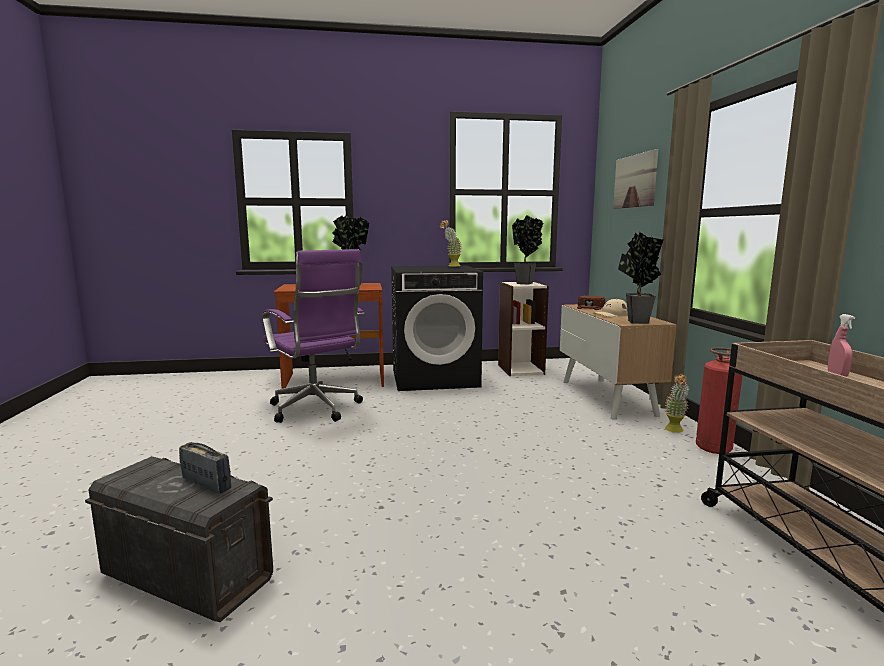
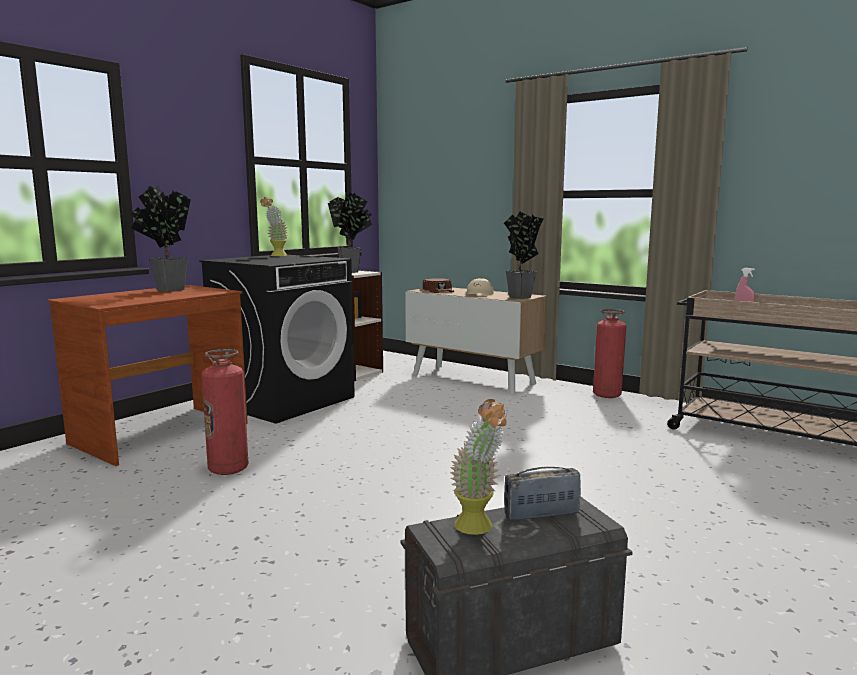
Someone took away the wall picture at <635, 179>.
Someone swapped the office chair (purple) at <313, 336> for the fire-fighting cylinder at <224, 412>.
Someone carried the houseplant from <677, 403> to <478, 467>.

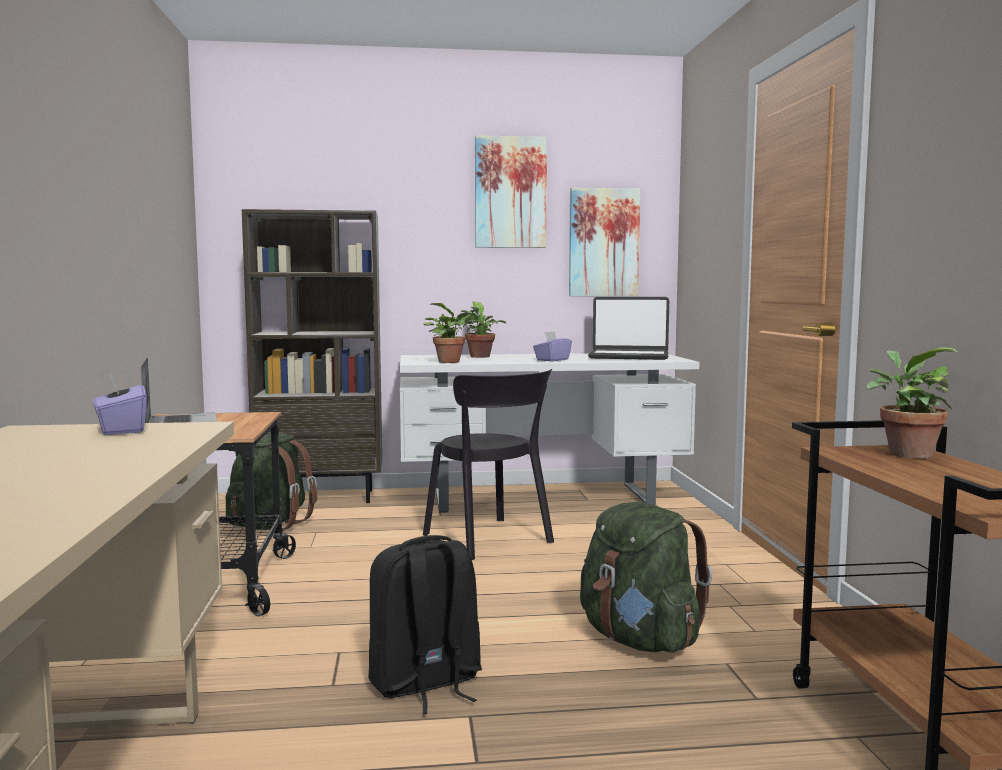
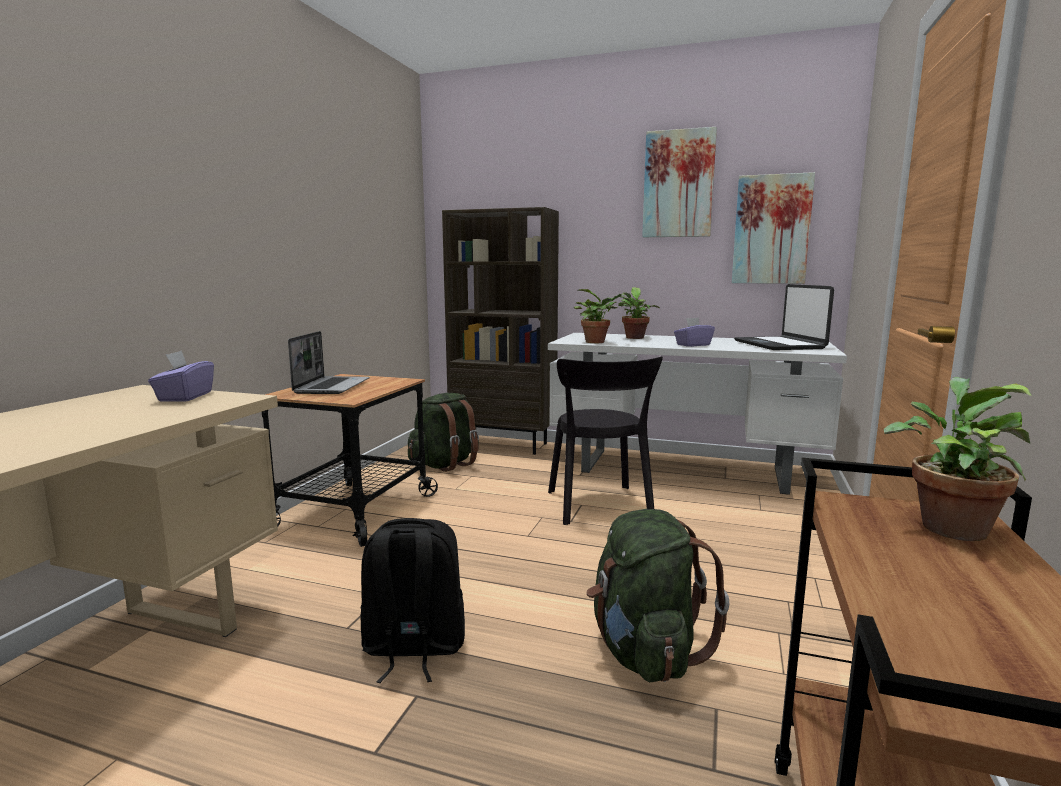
Someone rotated the portable computer at <628, 328> by 45 degrees clockwise.

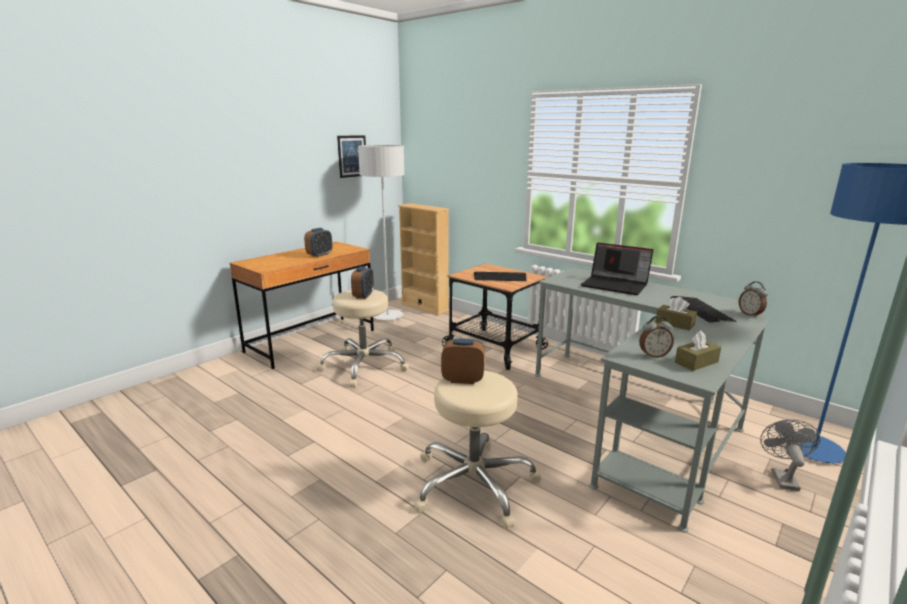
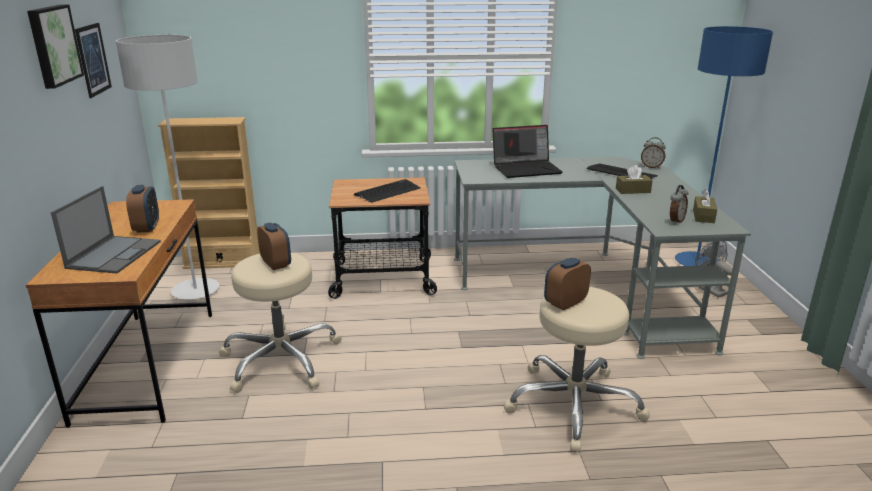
Someone put up the wall picture at <55, 46>.
Someone put down the portable computer at <106, 230>.

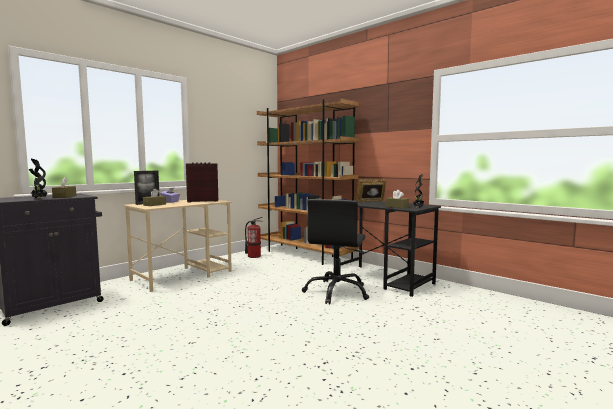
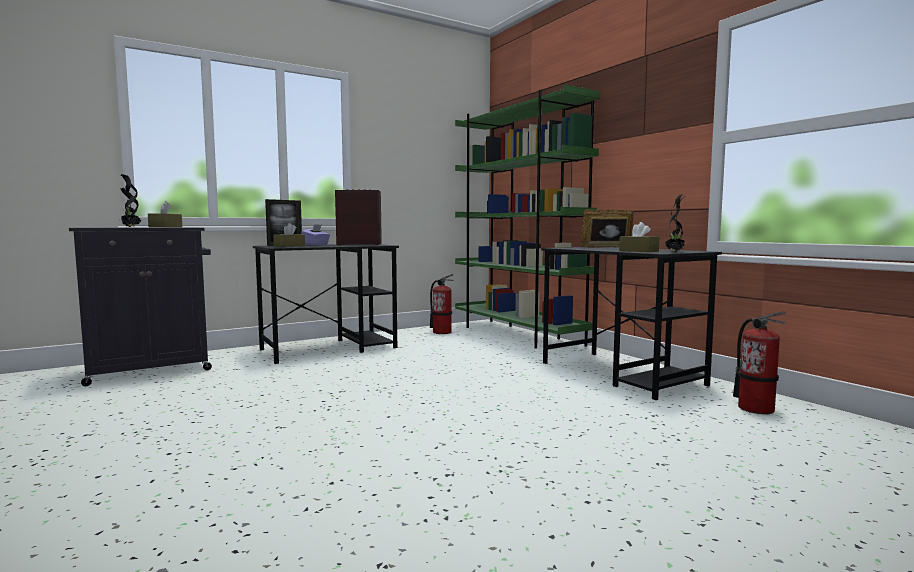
Someone repainted the bookshelf (brownish) at <308, 181>, which became the bookshelf (green-coloured) at <528, 216>.
Someone took away the office chair (black) at <335, 251>.
Someone repainted the desk unit (beige) at <177, 246>, which became the desk unit (black) at <326, 304>.
Someone put down the fire-fighting cylinder at <759, 362>.

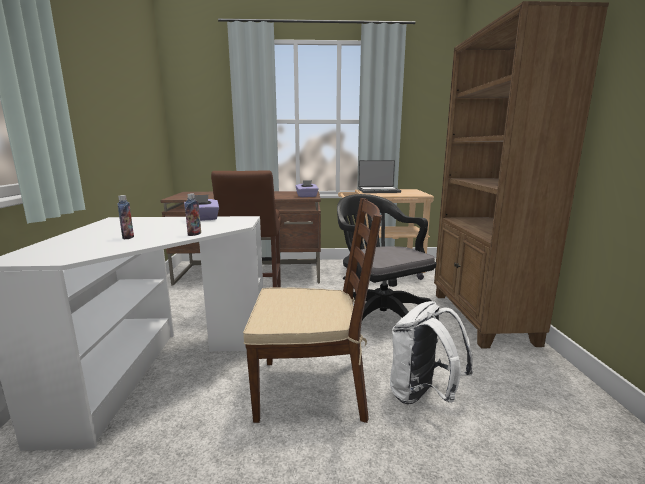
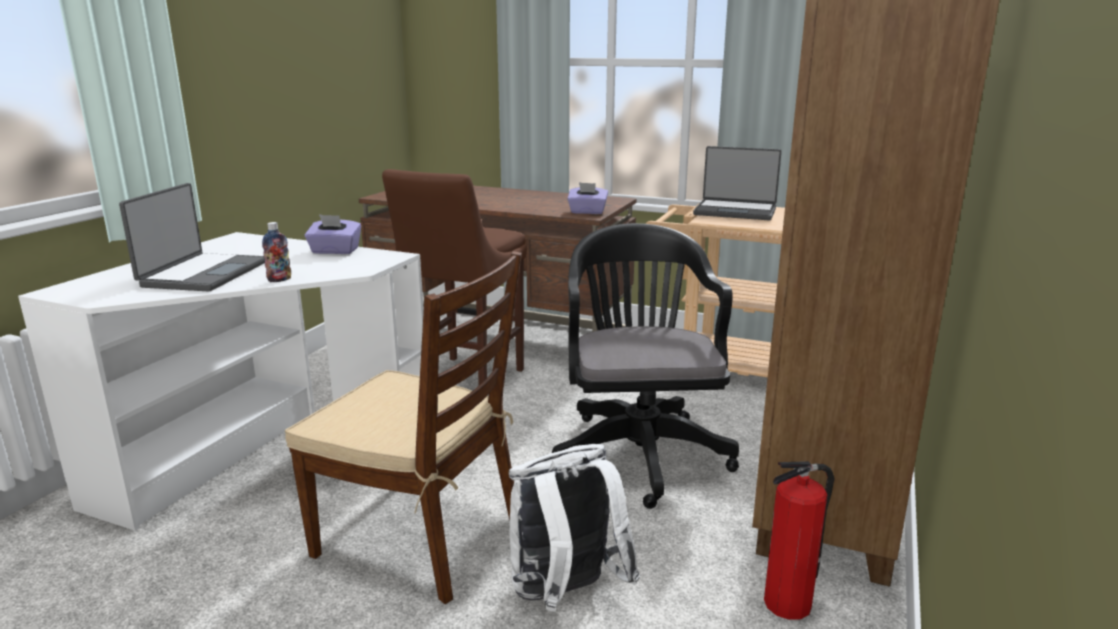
Someone swapped the drink bottle at <125, 217> for the portable computer at <192, 237>.
Someone put down the fire-fighting cylinder at <799, 540>.

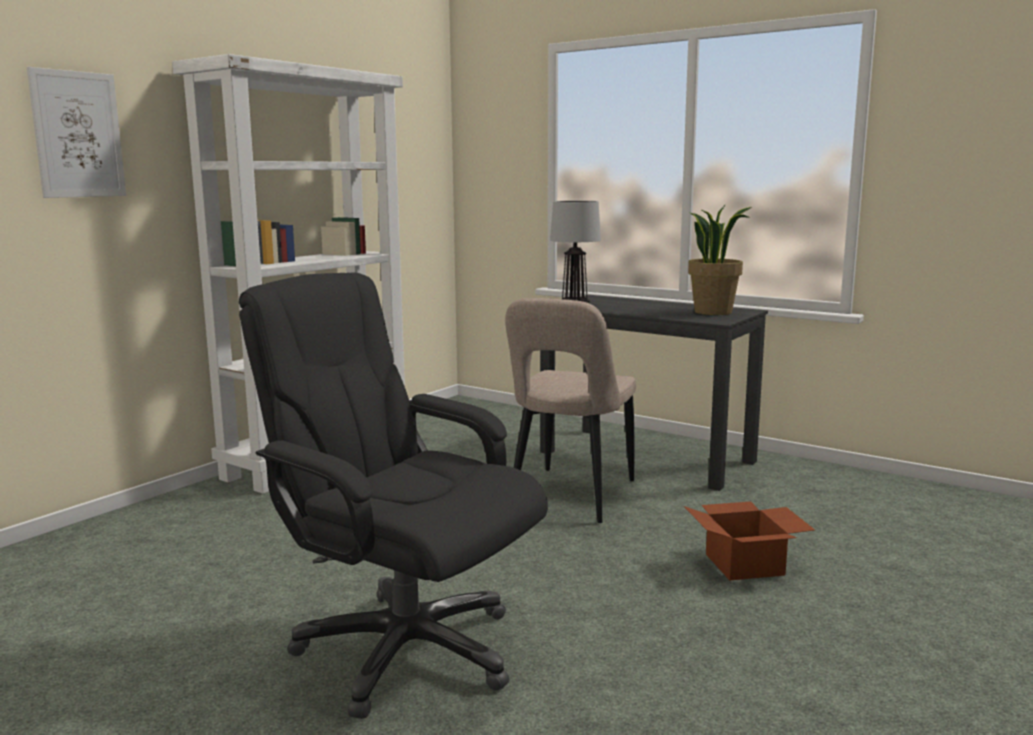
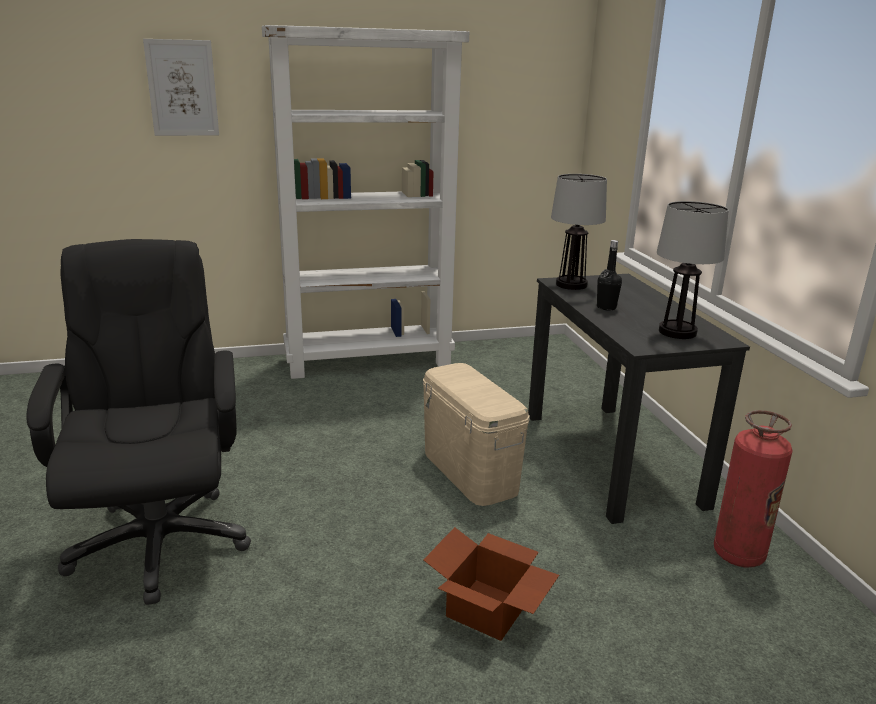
Someone swapped the houseplant at <720, 260> for the tabletop lamp at <693, 270>.
Someone swapped the plain chair (beige) at <570, 410> for the storage box (beige) at <476, 434>.
Someone put down the drink bottle (black) at <609, 275>.
Someone put down the fire-fighting cylinder at <753, 488>.

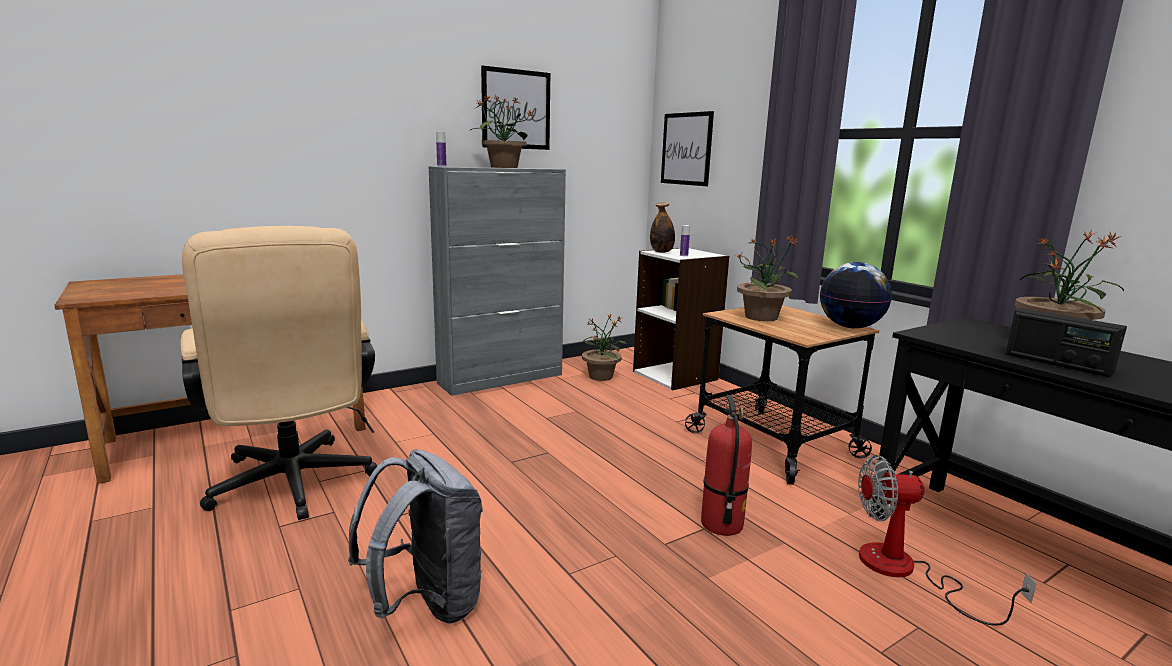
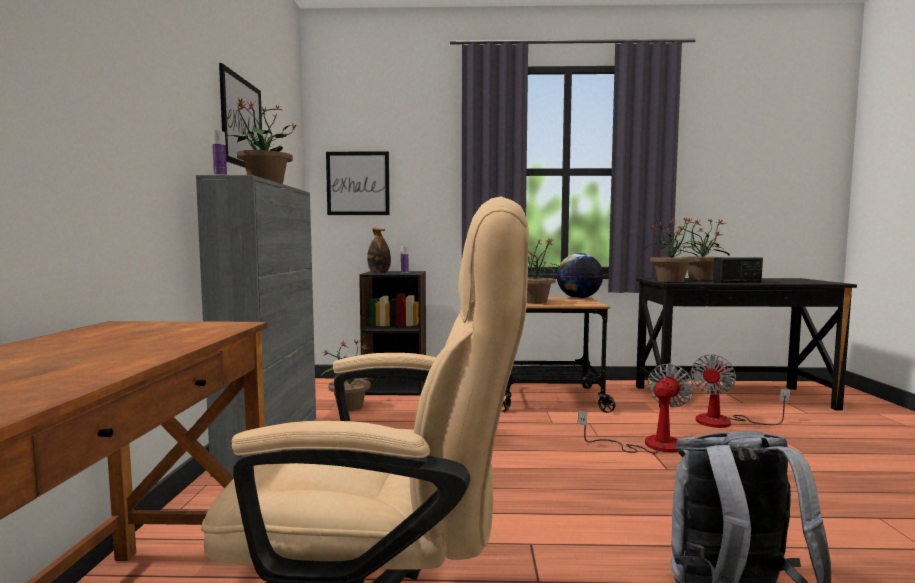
Someone repainted the bookshelf (white) at <681, 319>, which became the bookshelf (black) at <392, 333>.
Someone swapped the fire-fighting cylinder at <726, 465> for the cooling fan at <636, 409>.
Someone put down the houseplant at <672, 250>.

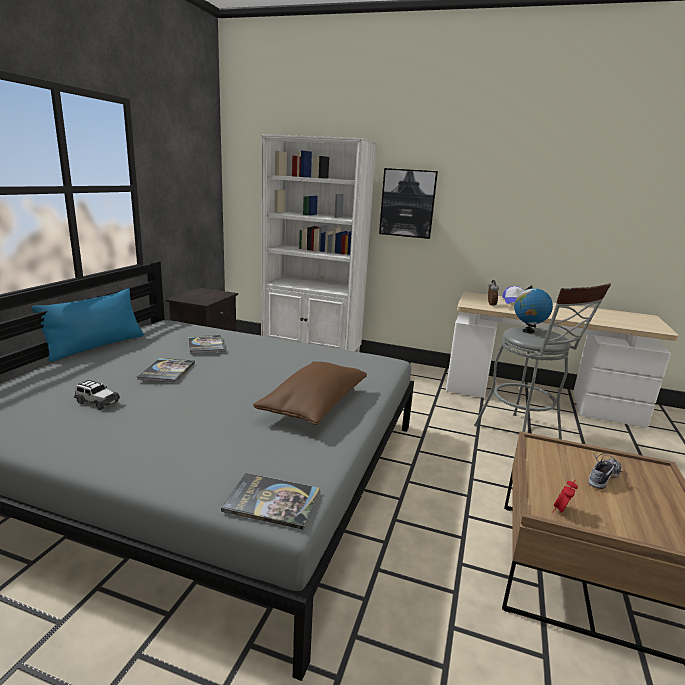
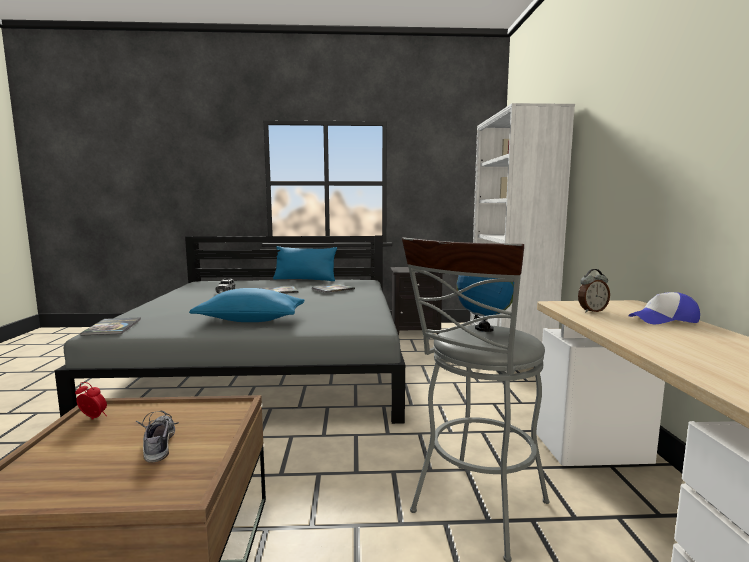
Someone took away the wall picture at <408, 203>.
Someone repainted the throw pillow (brownish) at <310, 393>, which became the throw pillow (blue-coloured) at <247, 305>.
Someone rotated the item of footwear at <605, 471> by 135 degrees counterclockwise.

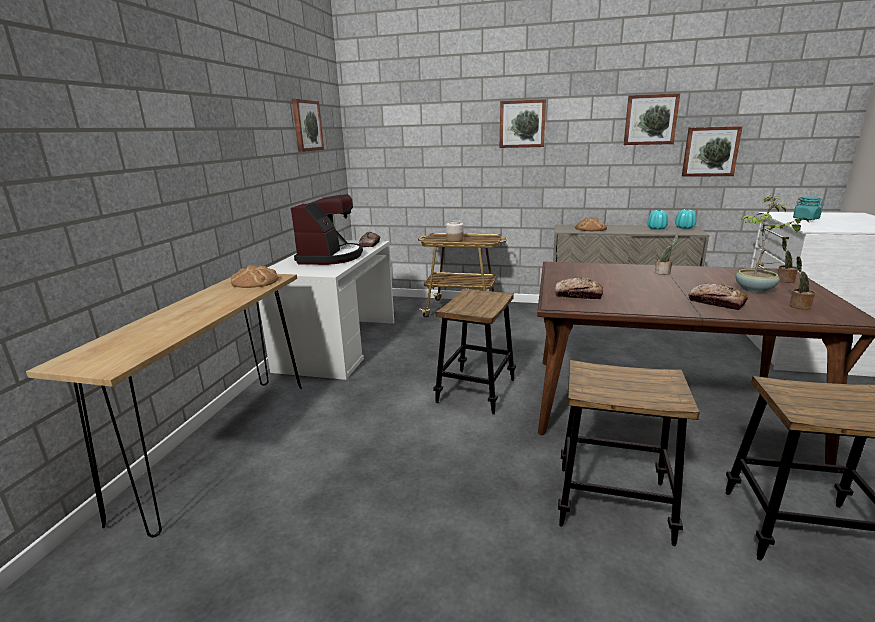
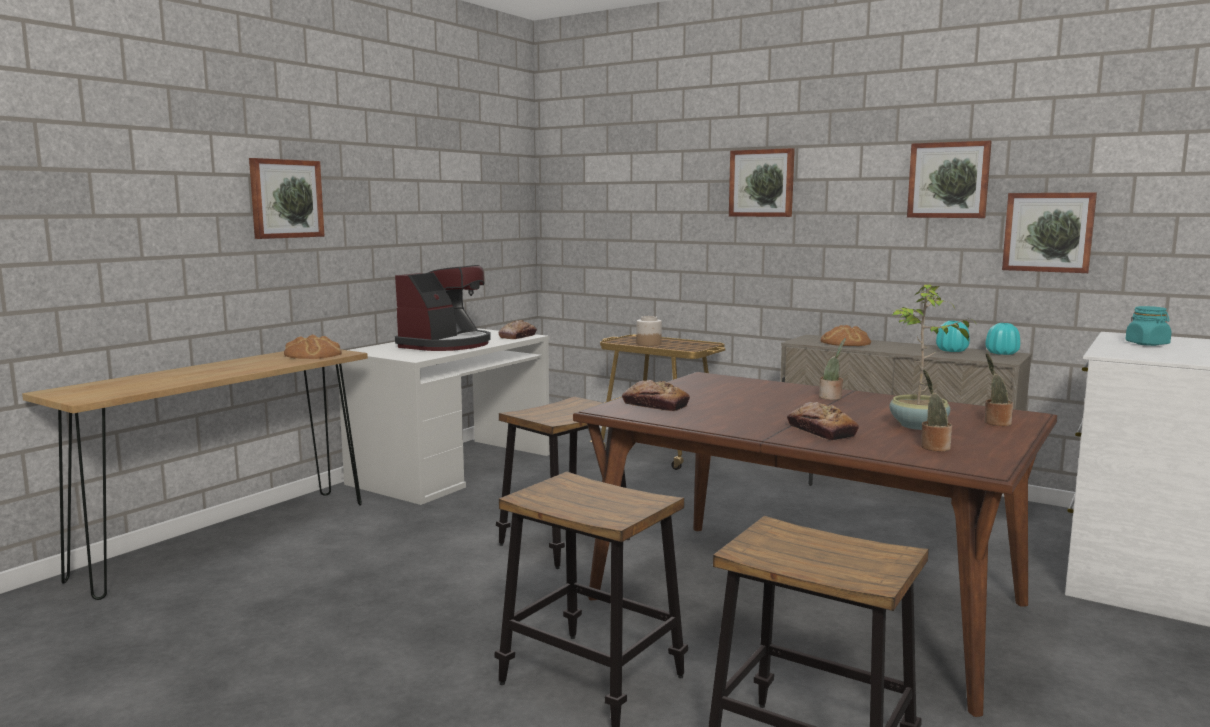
Someone carried the wall picture from <308, 125> to <287, 198>.

